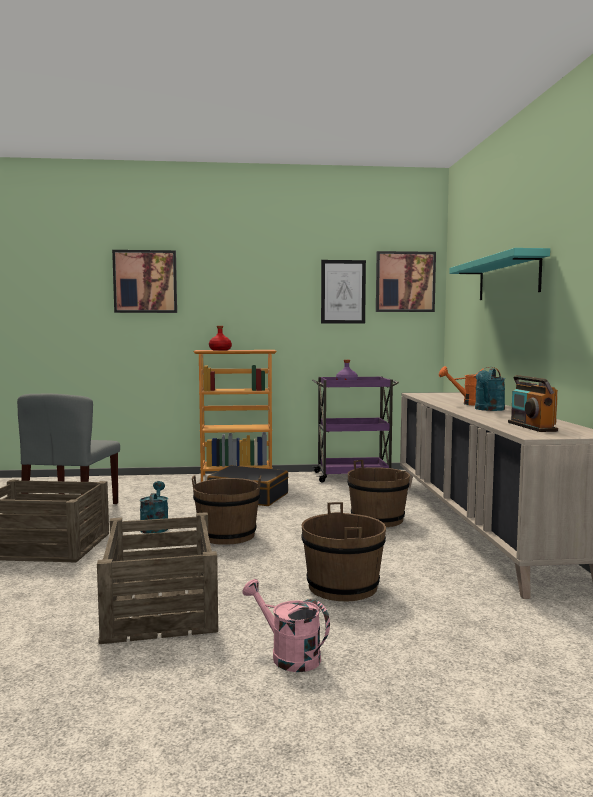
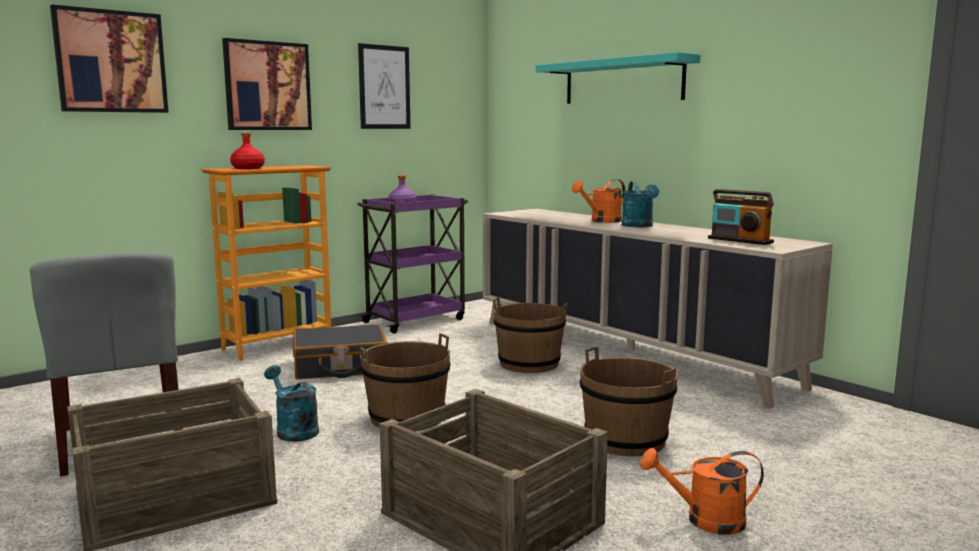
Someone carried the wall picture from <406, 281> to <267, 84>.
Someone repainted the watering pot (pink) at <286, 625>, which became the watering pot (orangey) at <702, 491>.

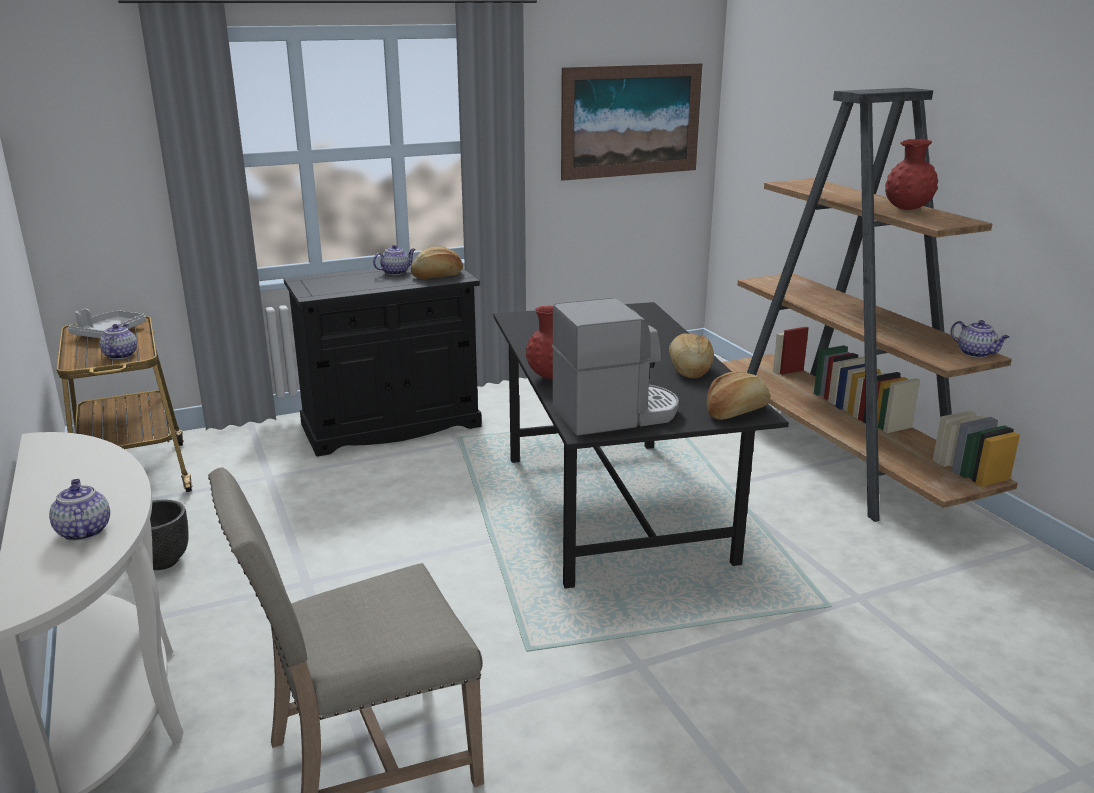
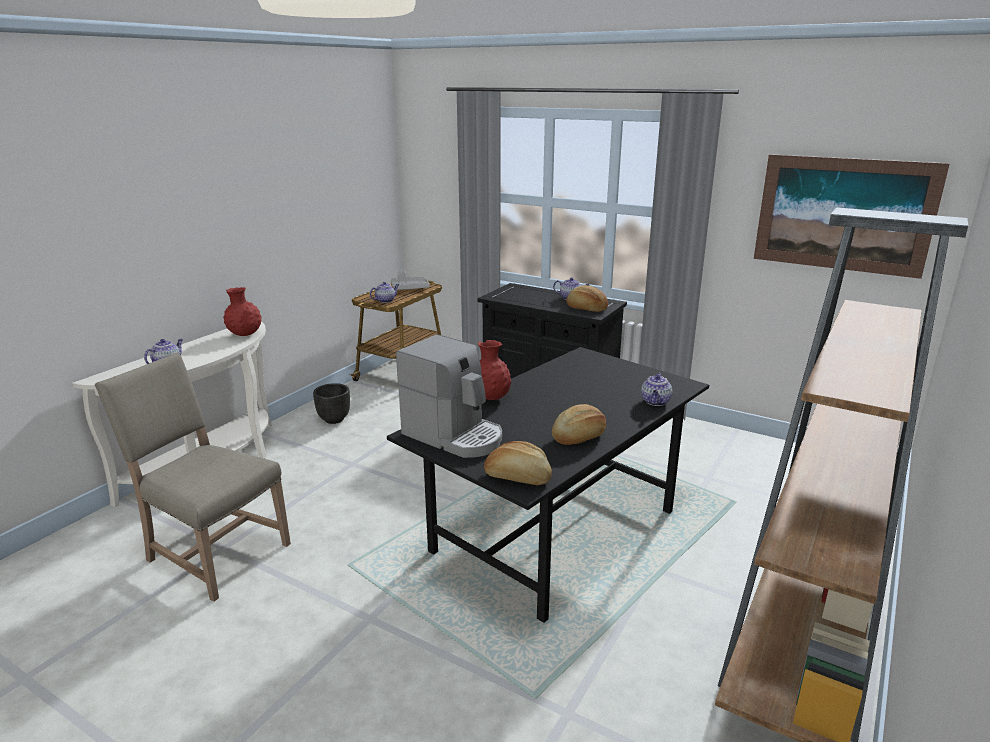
Someone carried the vase (reddish) from <911, 174> to <242, 311>.
Someone carried the teapot from <980, 339> to <656, 389>.

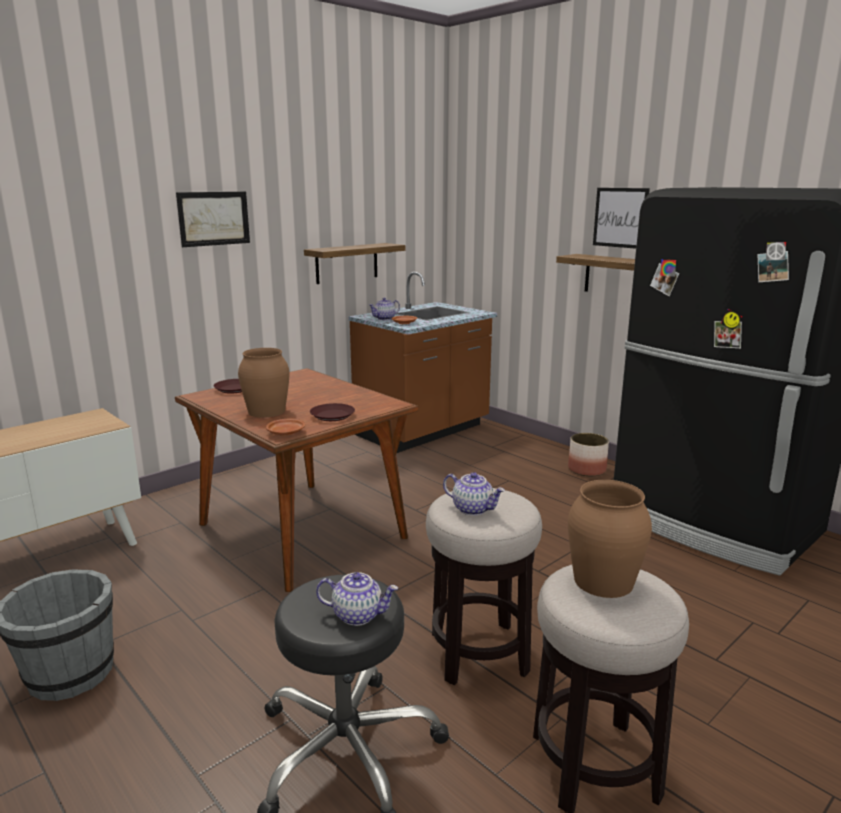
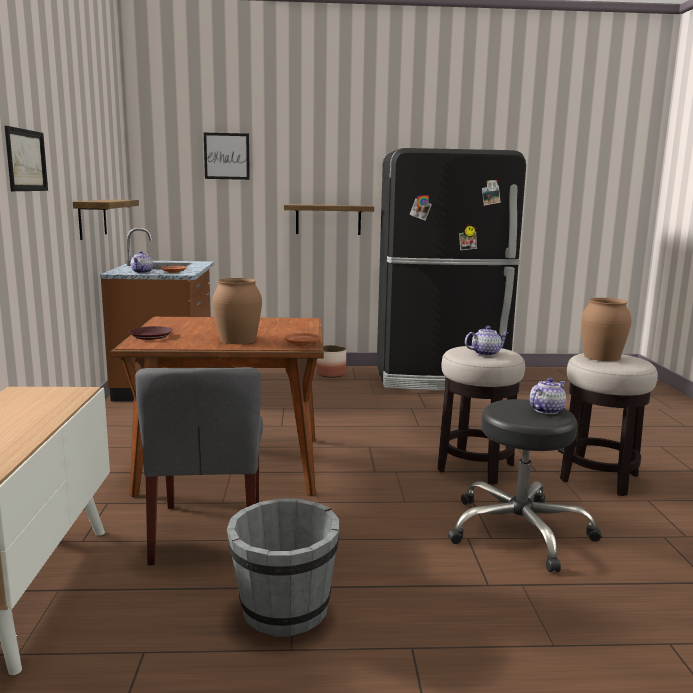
Someone carried the wall picture from <621, 218> to <227, 156>.
Someone took away the plate (brownish) at <332, 412>.
Someone put down the plain chair (grey) at <199, 466>.

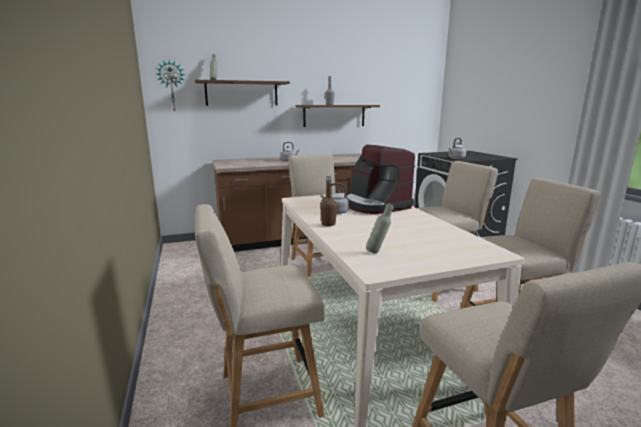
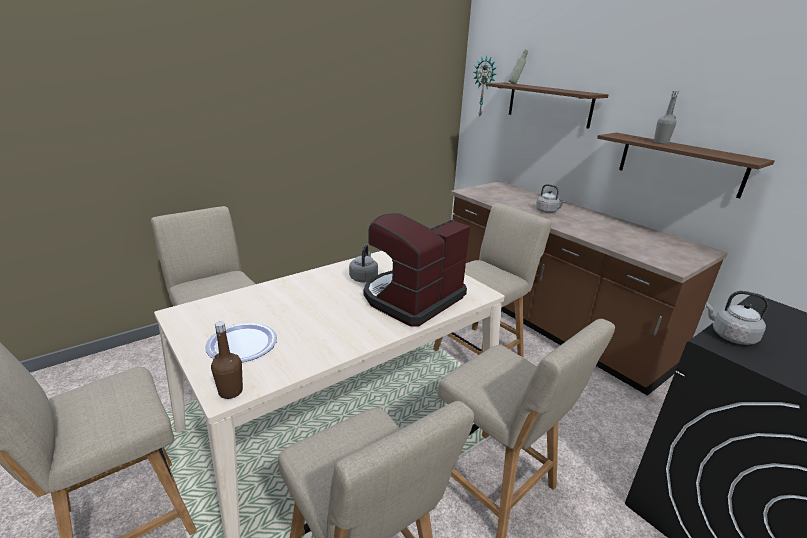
Someone carried the drink bottle (brownish) from <328, 200> to <227, 360>.
Someone took away the drink bottle (grey) at <379, 228>.
Someone put down the plate at <241, 342>.

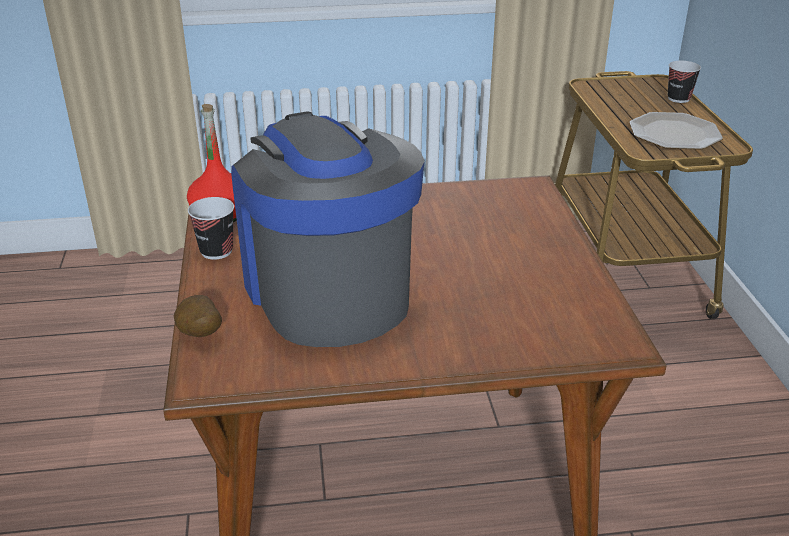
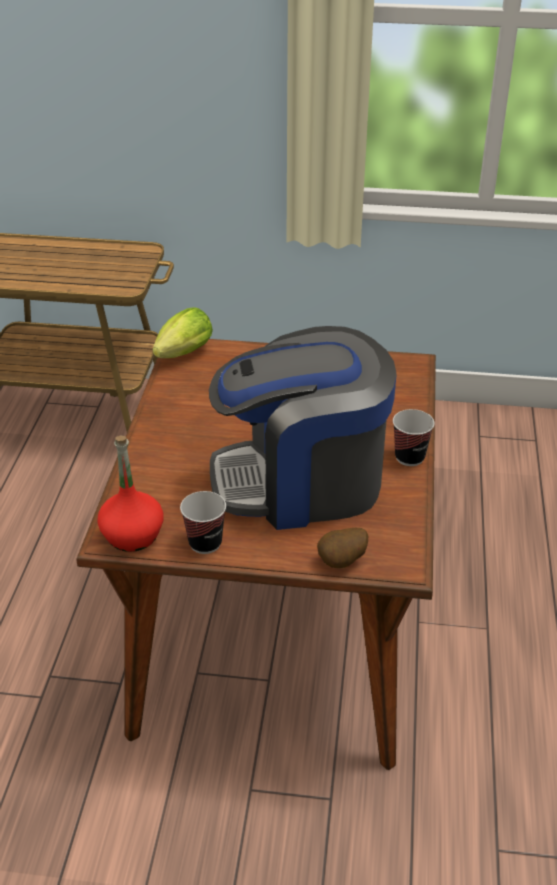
Someone carried the cup from <684, 82> to <414, 437>.
Someone took away the plate at <676, 131>.
Someone put down the lettuce at <182, 332>.

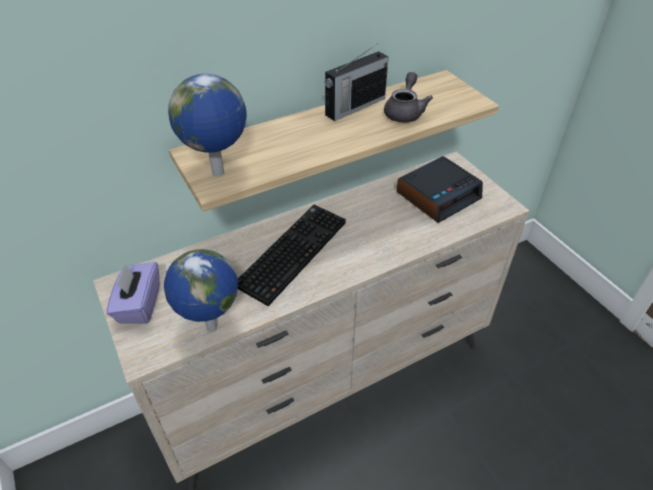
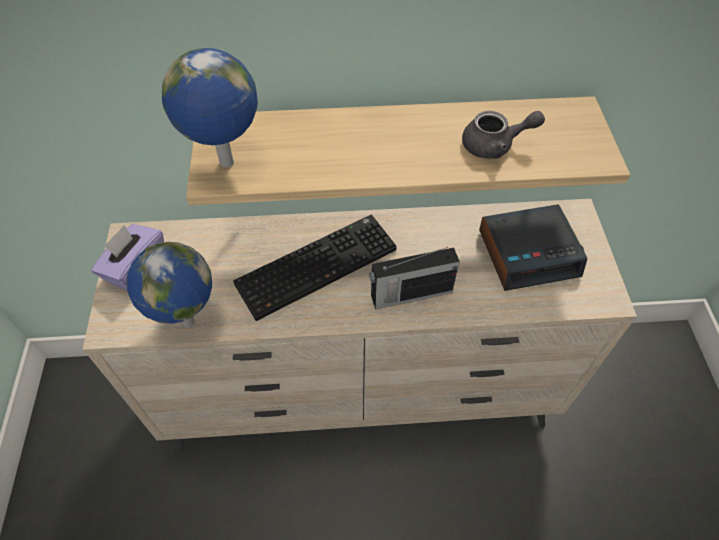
Someone carried the radio from <357, 82> to <414, 278>.
Someone rotated the teapot (grey) at <408, 97> by 45 degrees clockwise.

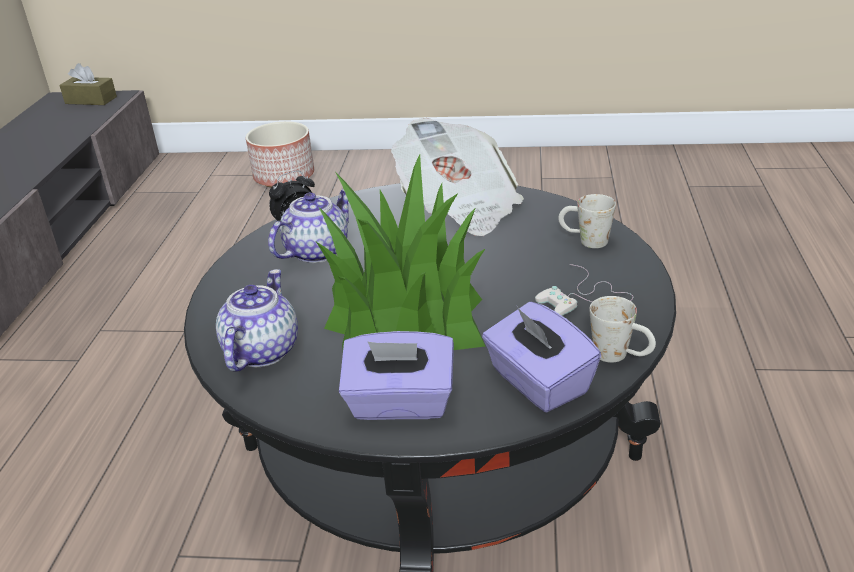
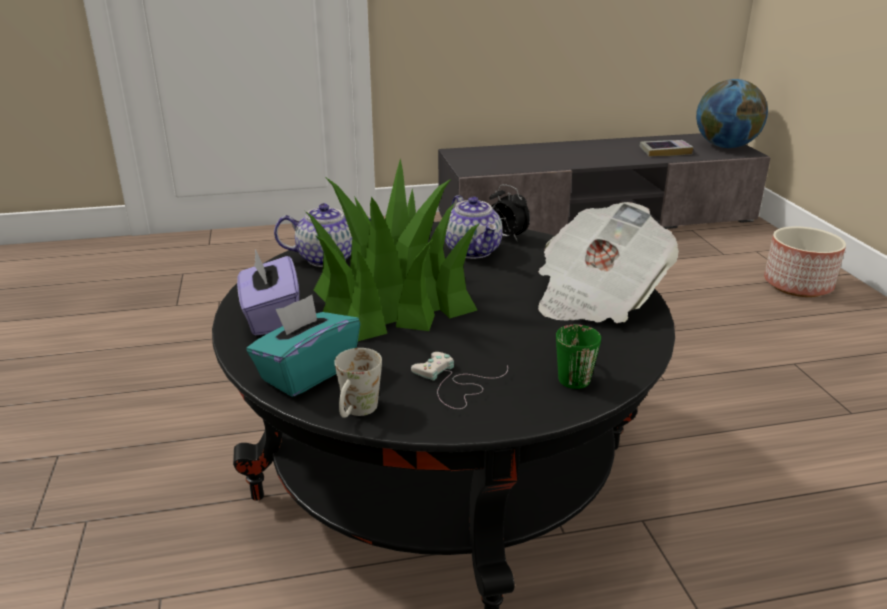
Someone swapped the tissue holder (brownish) at <88, 84> for the globe at <732, 113>.
Someone rotated the teapot at <310, 226> by 45 degrees clockwise.
Someone repainted the coffee mug (white) at <587, 221>, which became the coffee mug (green-coloured) at <578, 357>.
Someone repainted the tissue holder (purple) at <541, 357>, which became the tissue holder (turquoise) at <303, 346>.
Someone put down the volume at <667, 148>.

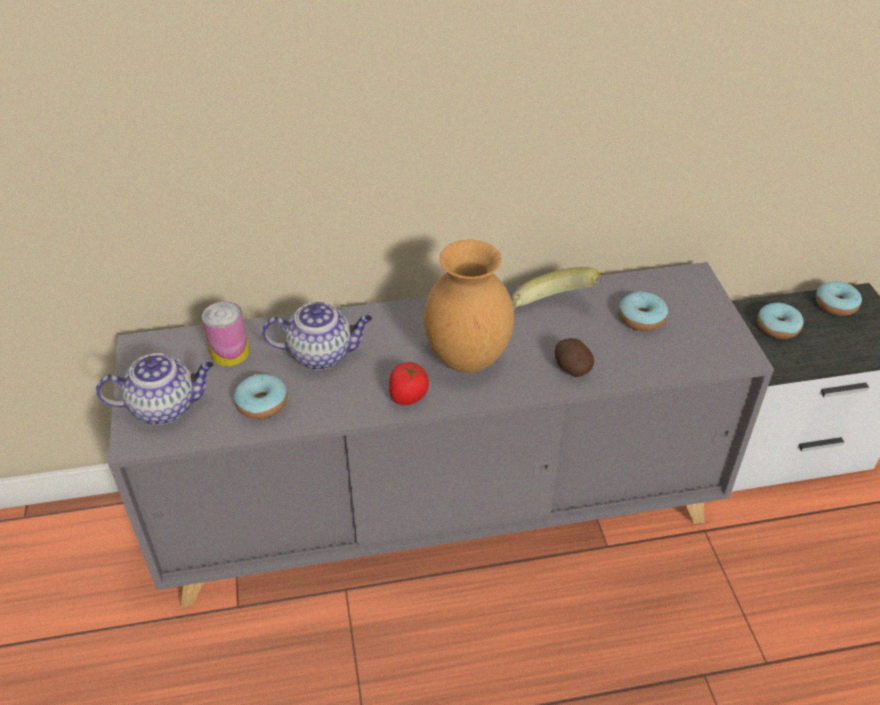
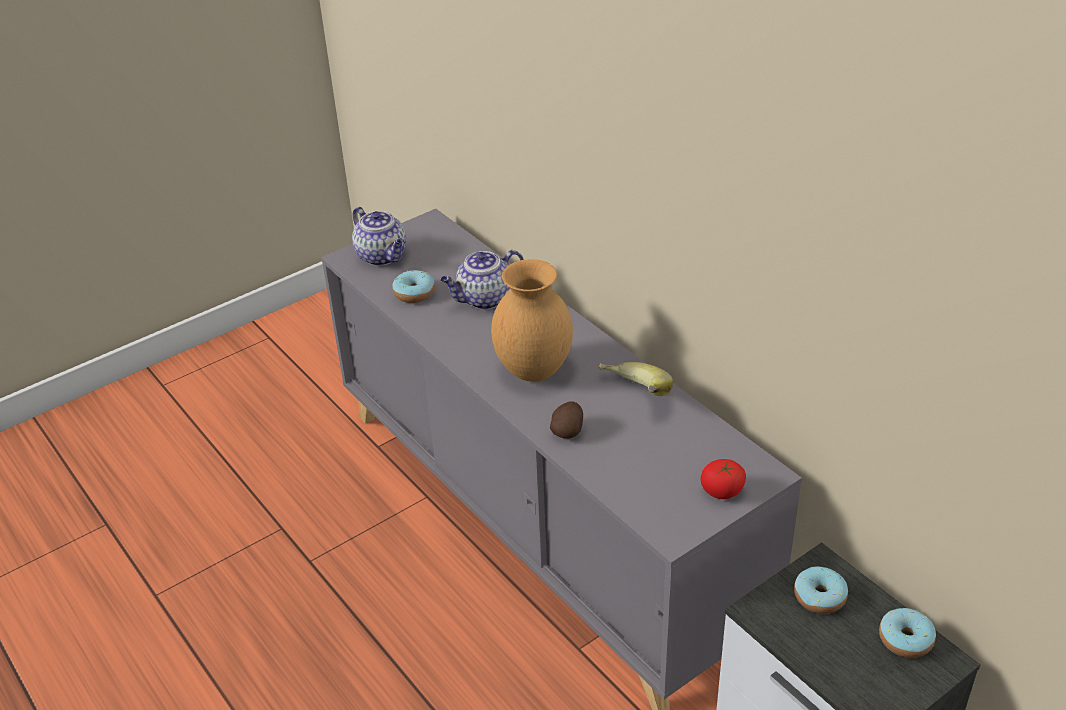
Someone took away the donut at <643, 311>.
Someone took away the can at <226, 333>.
Someone rotated the teapot at <317, 336> by 90 degrees clockwise.
Someone carried the fresh tomato from <409, 383> to <723, 479>.

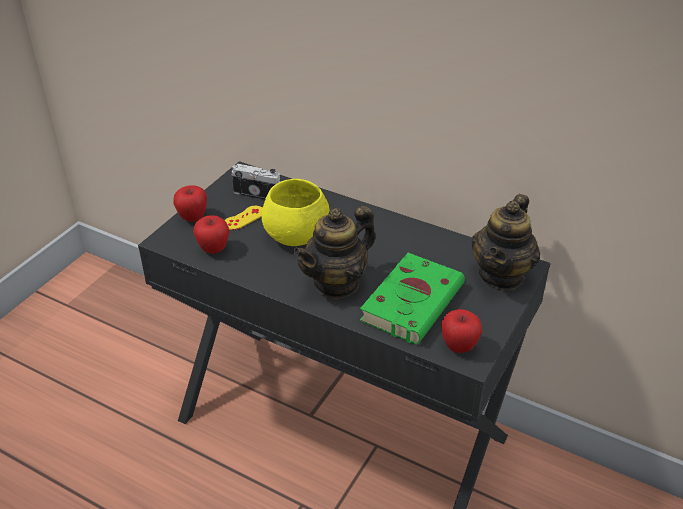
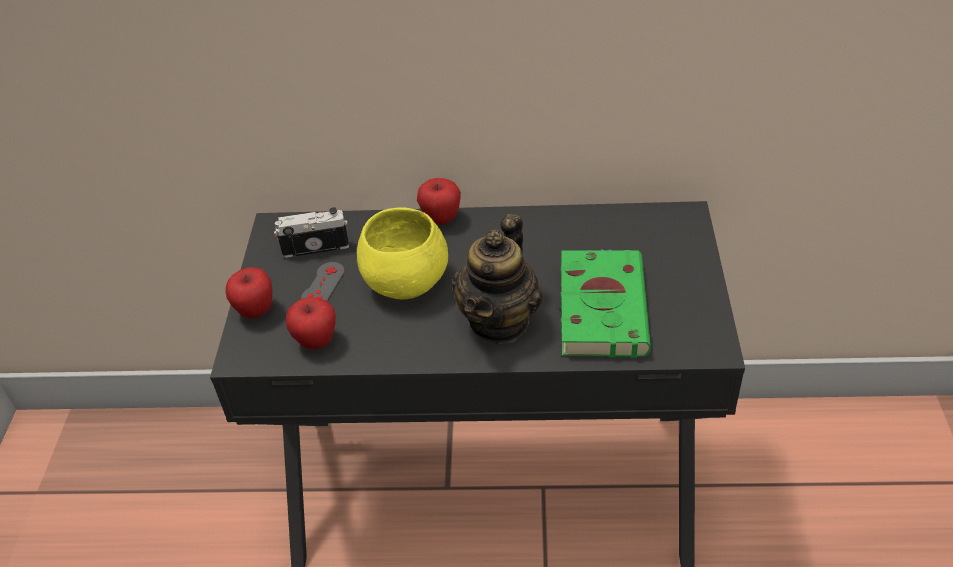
Someone took away the teapot at <505, 242>.
Someone repainted the gamepad (yellow-coloured) at <243, 218>, which became the gamepad (grey) at <323, 282>.
Someone carried the apple from <461, 331> to <439, 201>.

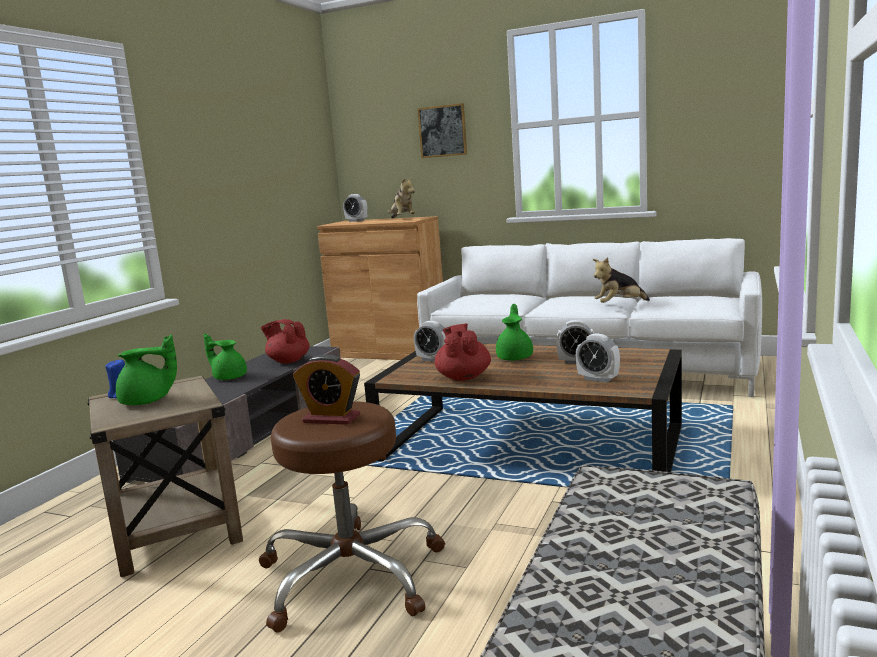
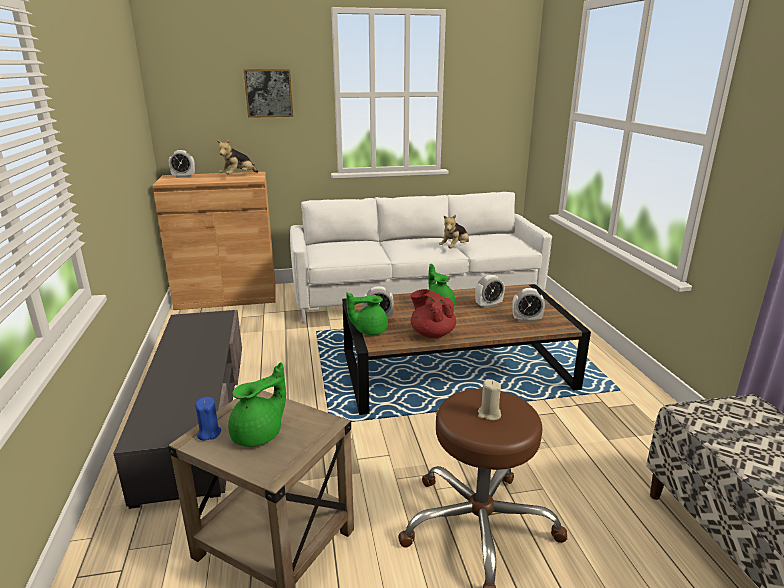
Someone rotated the cuddly toy at <401, 198> by 90 degrees clockwise.
Someone took away the teapot (reddish) at <285, 341>.
Someone carried the teapot (green-coloured) from <225, 356> to <367, 314>.
Someone swapped the bedside clock at <326, 389> for the candle (beige) at <489, 399>.

